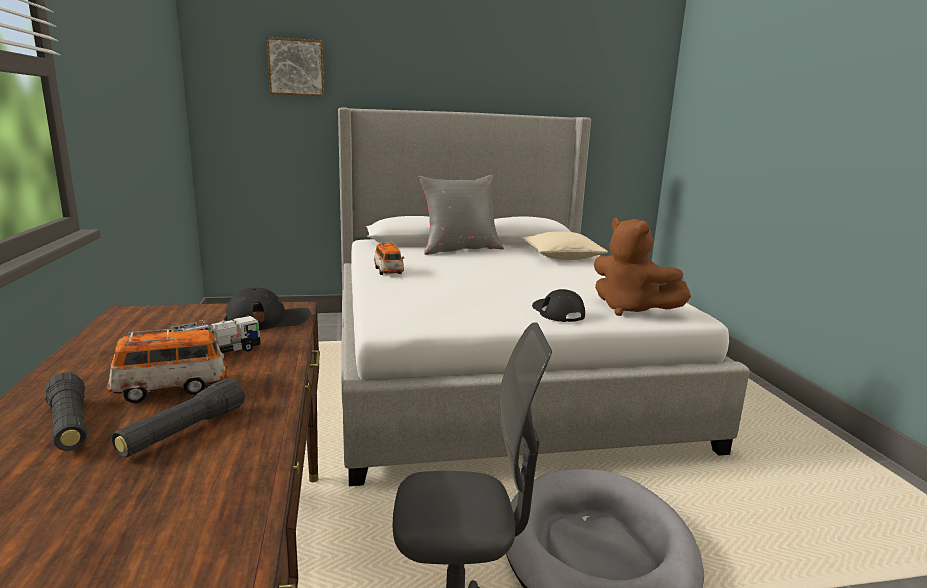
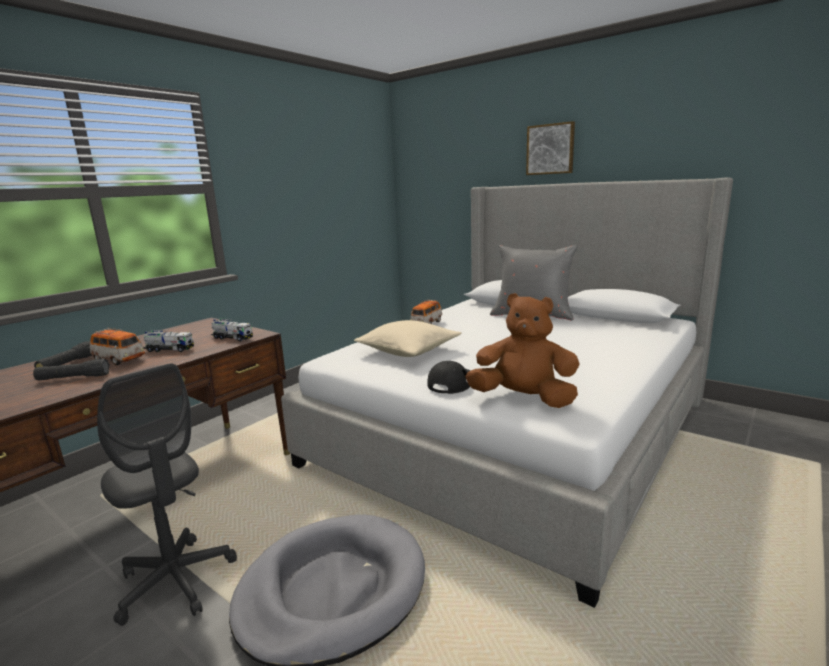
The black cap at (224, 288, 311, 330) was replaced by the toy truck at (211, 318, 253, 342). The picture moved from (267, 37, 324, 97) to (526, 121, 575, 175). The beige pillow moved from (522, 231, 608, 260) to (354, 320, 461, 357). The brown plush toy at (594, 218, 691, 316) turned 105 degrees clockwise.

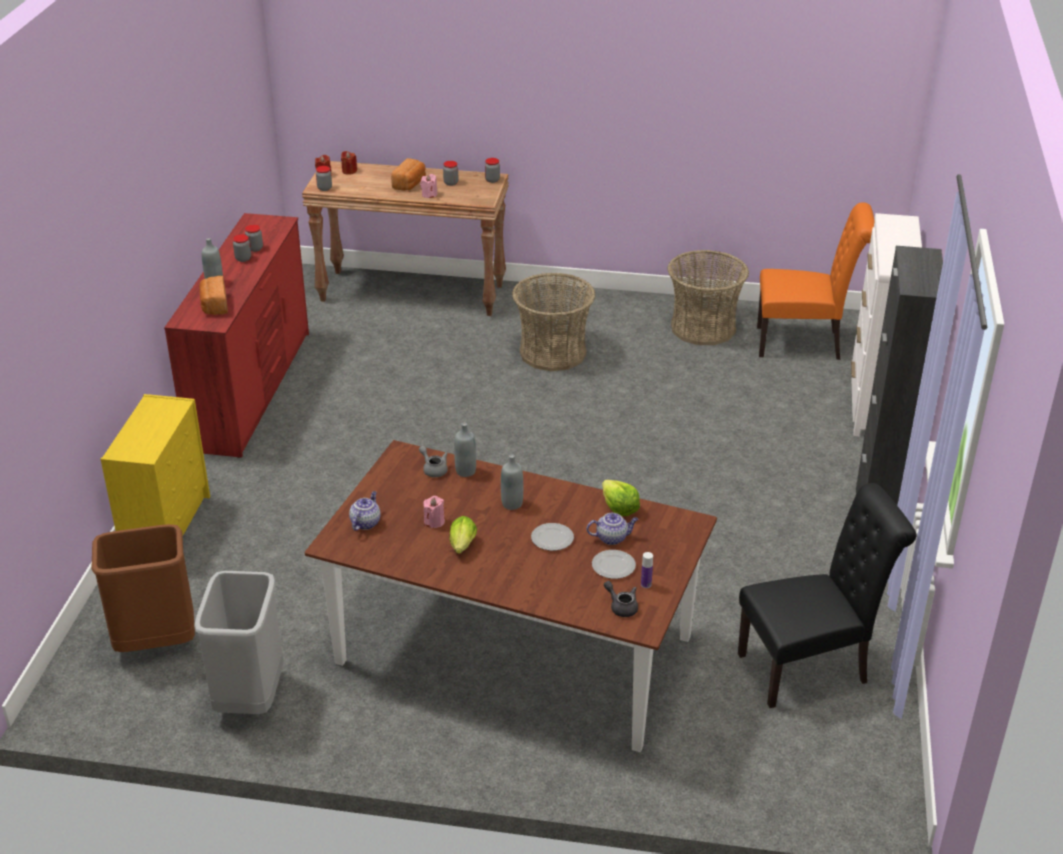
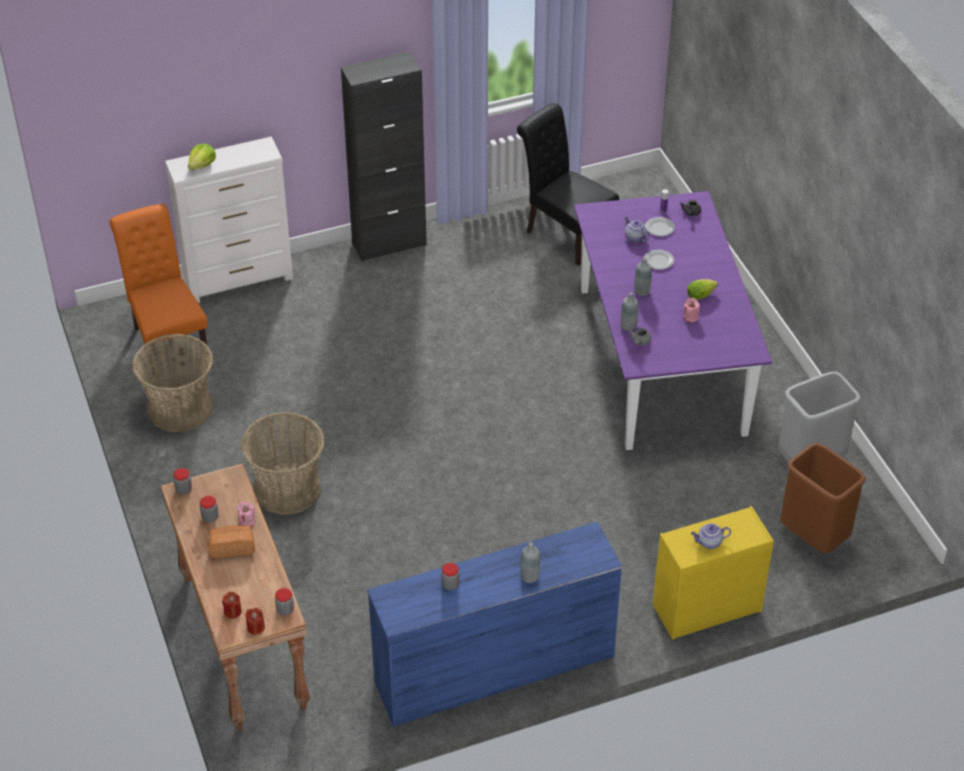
The red dresser at (164, 213, 309, 458) became the blue dresser at (367, 522, 622, 728). The bread at (199, 276, 228, 315) disappeared. The jar at (233, 234, 251, 262) disappeared. The brown dining table at (305, 440, 717, 752) became the purple dining table at (574, 191, 772, 450). The teapot moved from (349, 491, 380, 531) to (691, 523, 731, 549). The lettuce moved from (602, 480, 640, 516) to (188, 144, 216, 170).

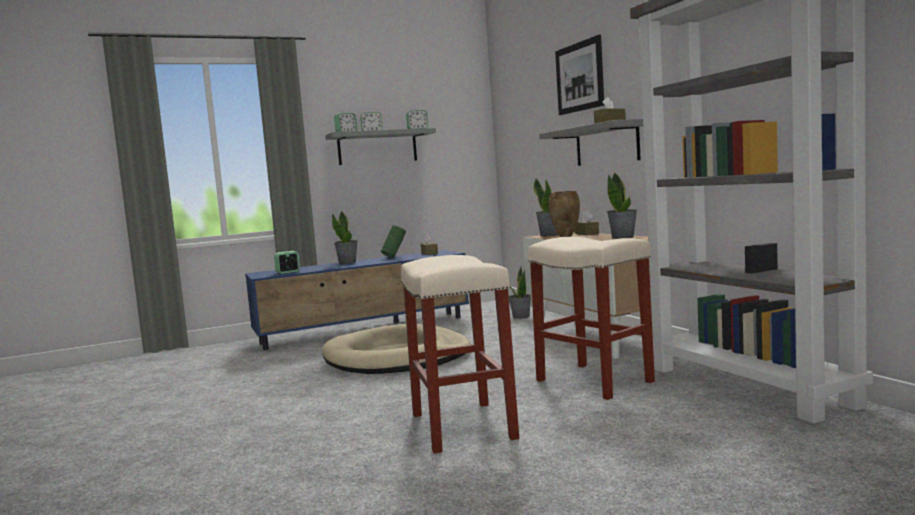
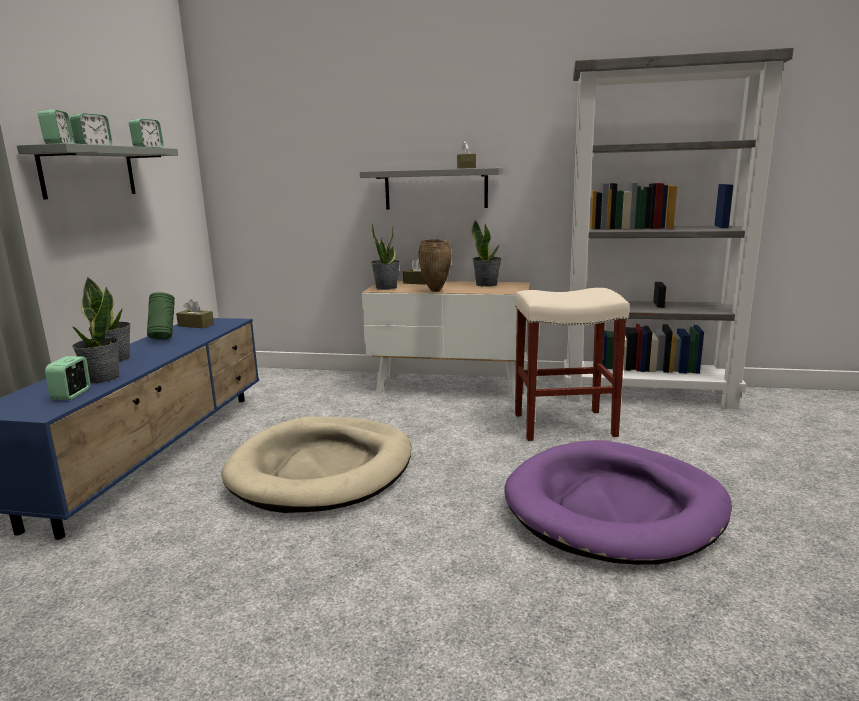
The beige stool at (401, 255, 519, 453) was replaced by the purple dog bed at (504, 440, 732, 565). The potted plant moved from (509, 267, 531, 319) to (72, 287, 120, 383). The picture at (555, 35, 604, 115) disappeared.

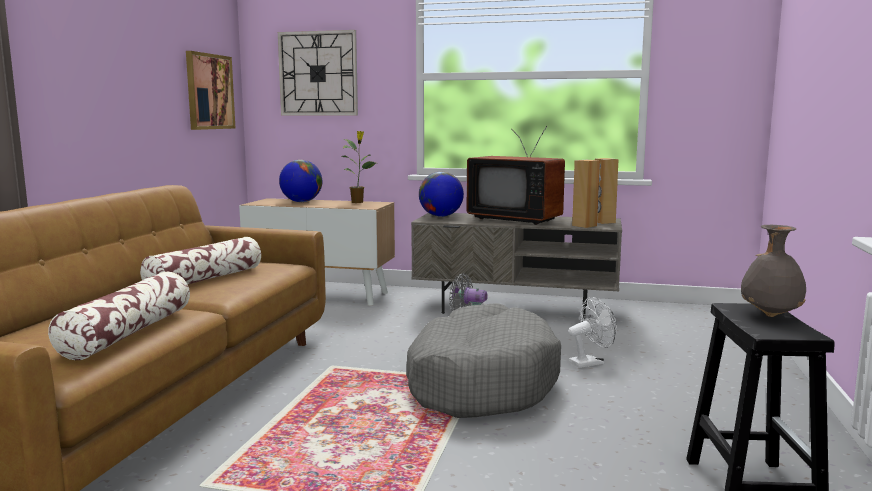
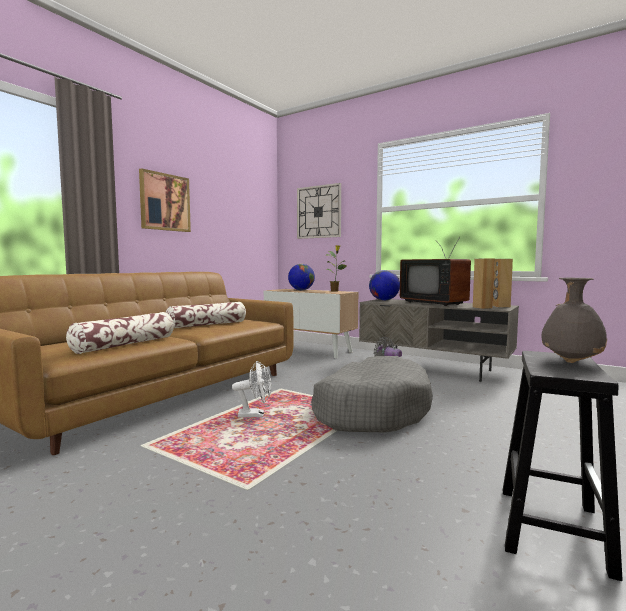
The picture moved from (186, 51, 235, 130) to (139, 168, 191, 232). The white fan moved from (568, 297, 617, 368) to (232, 361, 272, 417).

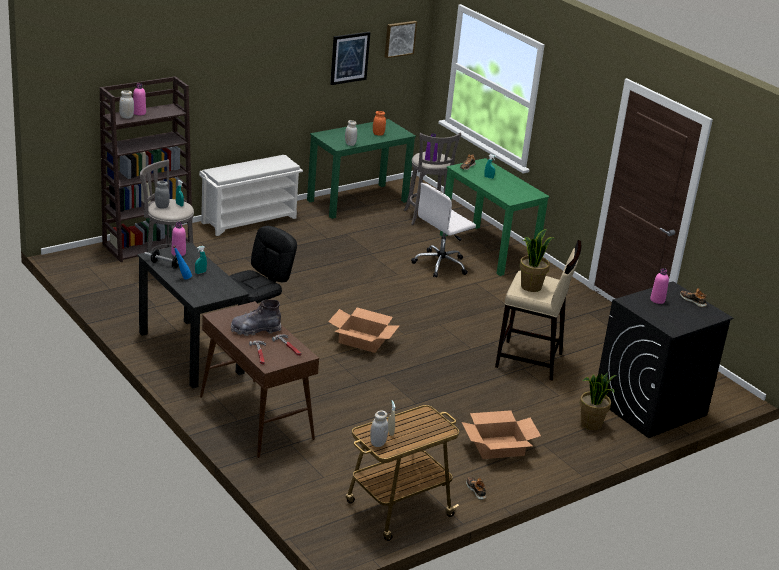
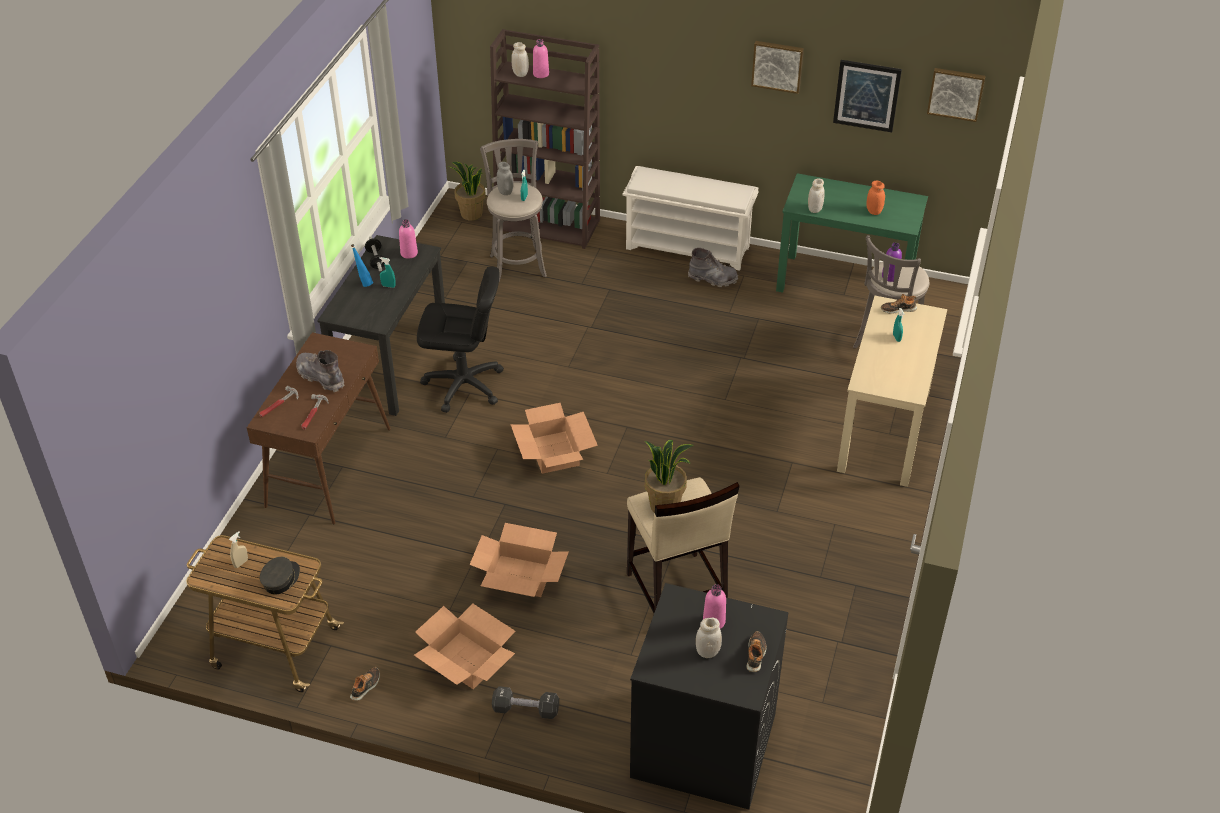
The white jar moved from (370, 410, 388, 447) to (696, 618, 722, 658). The white office chair at (411, 183, 476, 278) disappeared. The green desk at (440, 158, 550, 276) became the beige desk at (837, 295, 947, 487). The potted plant moved from (580, 372, 617, 430) to (449, 162, 486, 220). The grey cap at (260, 557, 300, 595) appeared. The cardboard box at (470, 523, 569, 597) appeared. The black dumbbell at (492, 686, 559, 719) appeared. The grey boot at (688, 248, 738, 287) appeared. The picture at (751, 41, 804, 94) appeared.

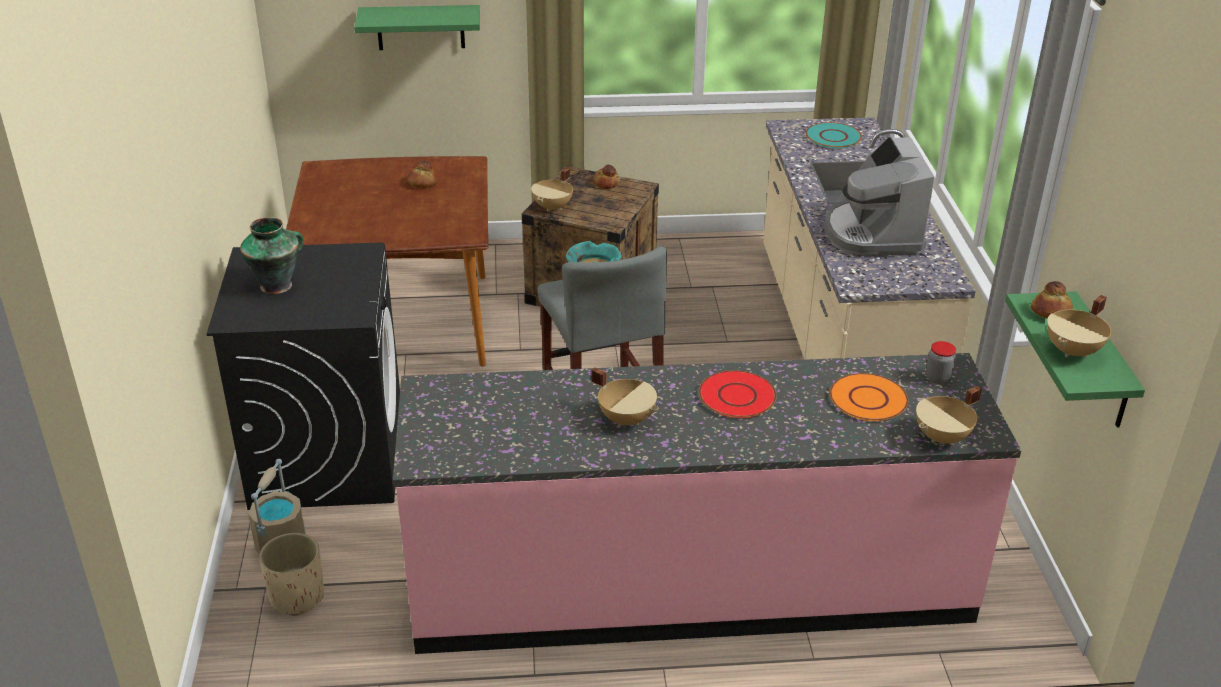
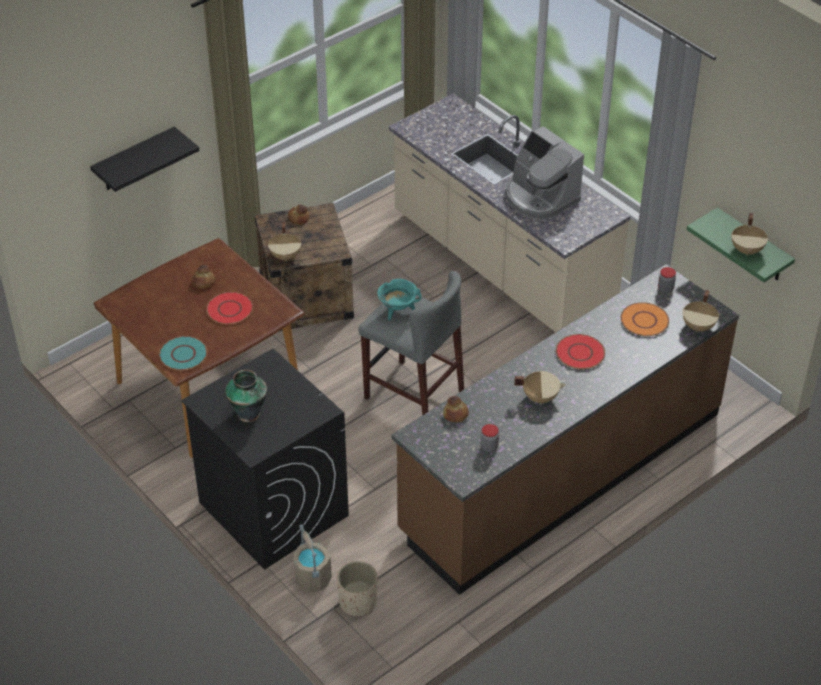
The green shelf at (354, 5, 480, 50) became the black shelf at (90, 127, 200, 192). The pink counter at (393, 353, 1021, 654) became the brown counter at (392, 264, 739, 595). The turquoise plate moved from (806, 122, 862, 148) to (159, 336, 208, 370). The bread moved from (1031, 281, 1073, 319) to (443, 396, 469, 422). The red plate at (206, 292, 253, 324) appeared. The jar at (481, 424, 499, 452) appeared.

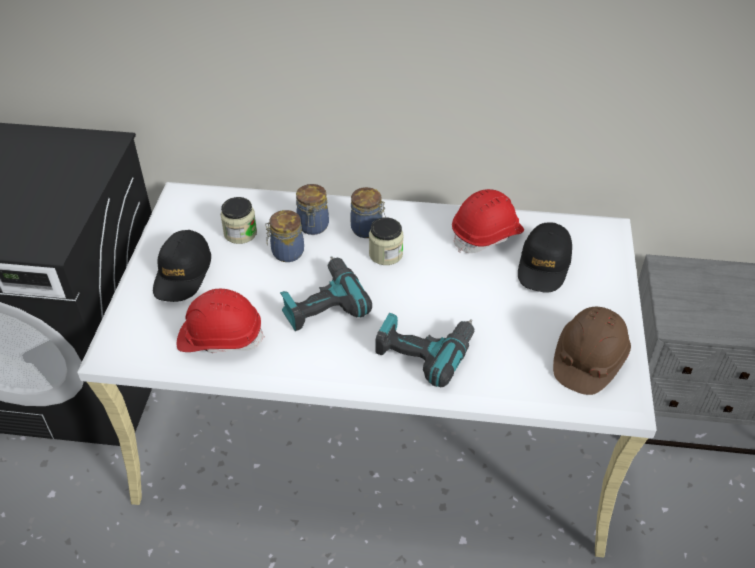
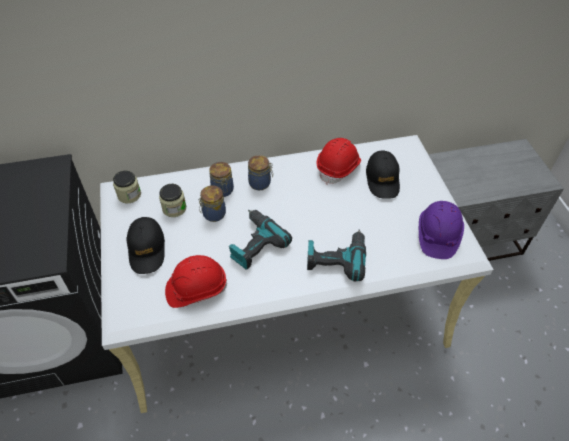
The jar moved from (369, 217, 403, 265) to (113, 170, 141, 203). The brown hard hat at (553, 307, 631, 395) became the purple hard hat at (419, 201, 464, 259).

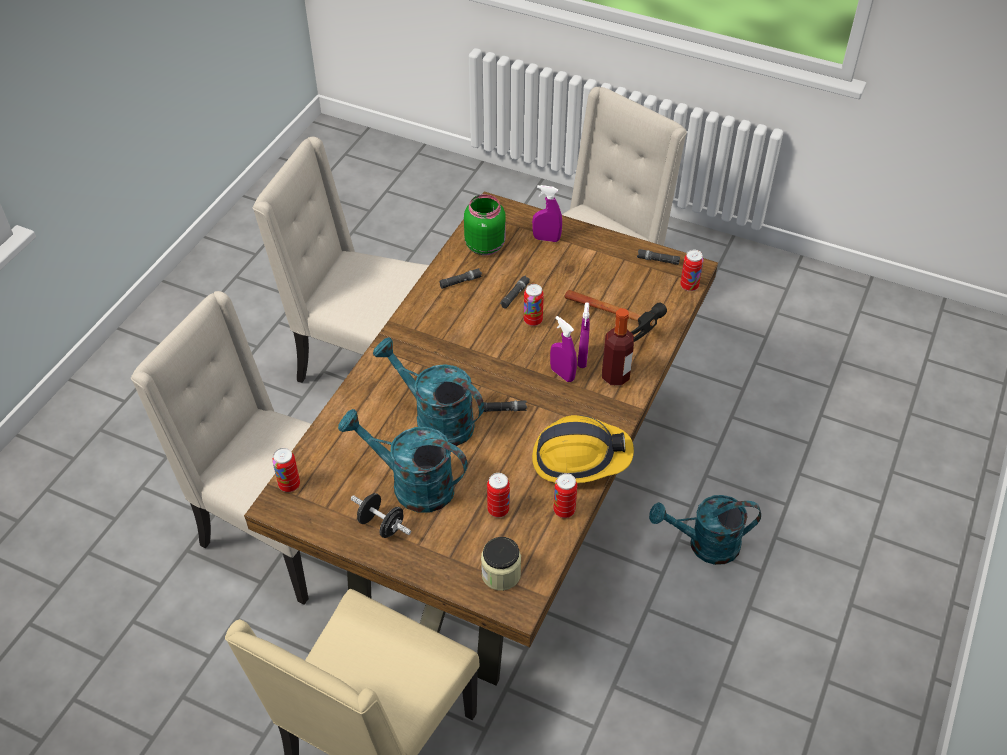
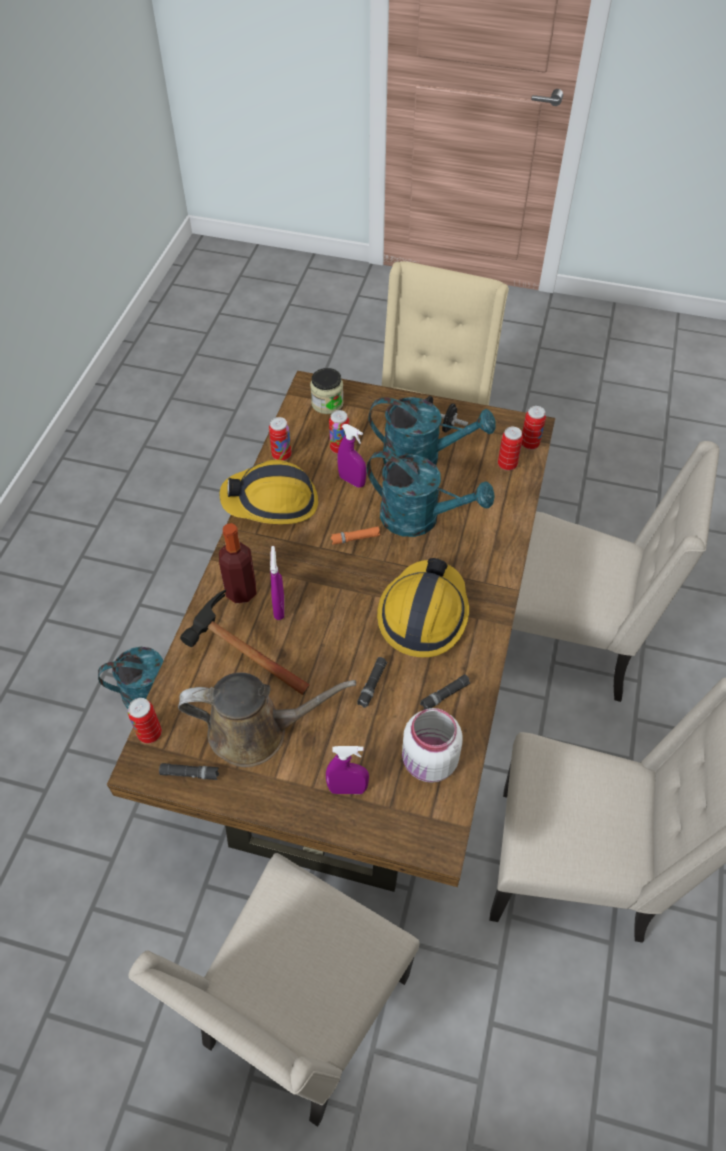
The green jar at (464, 194, 506, 255) became the white jar at (402, 708, 463, 783). The black flashlight at (483, 401, 527, 412) became the orange flashlight at (331, 526, 380, 545). The can moved from (524, 284, 544, 326) to (498, 427, 523, 471). The purple spray bottle moved from (550, 316, 577, 382) to (337, 424, 366, 488). The brown watering can at (178, 672, 356, 767) appeared. The hard hat at (377, 558, 469, 657) appeared.

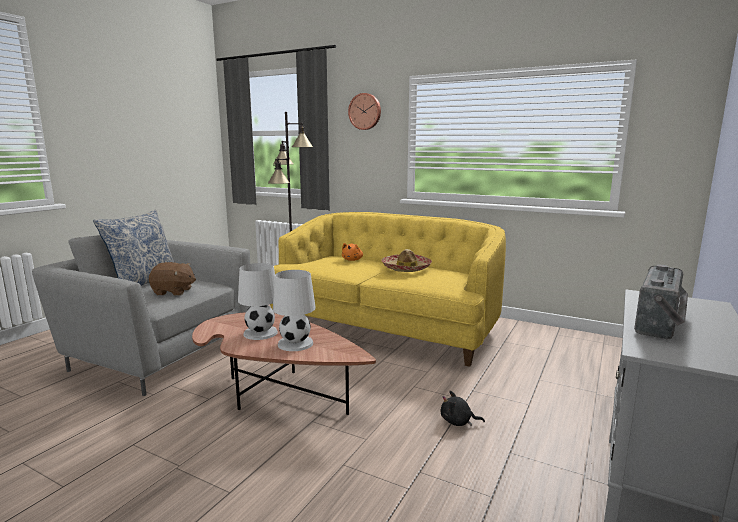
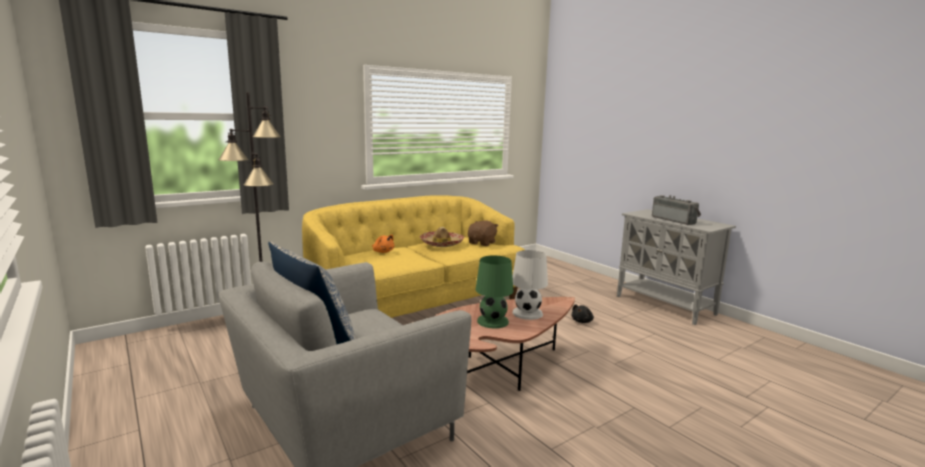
The brown plush toy moved from (149, 262, 196, 296) to (468, 220, 499, 246). The white table lamp at (238, 263, 278, 340) became the green table lamp at (476, 256, 513, 328). The wall clock at (348, 93, 381, 130) disappeared.

